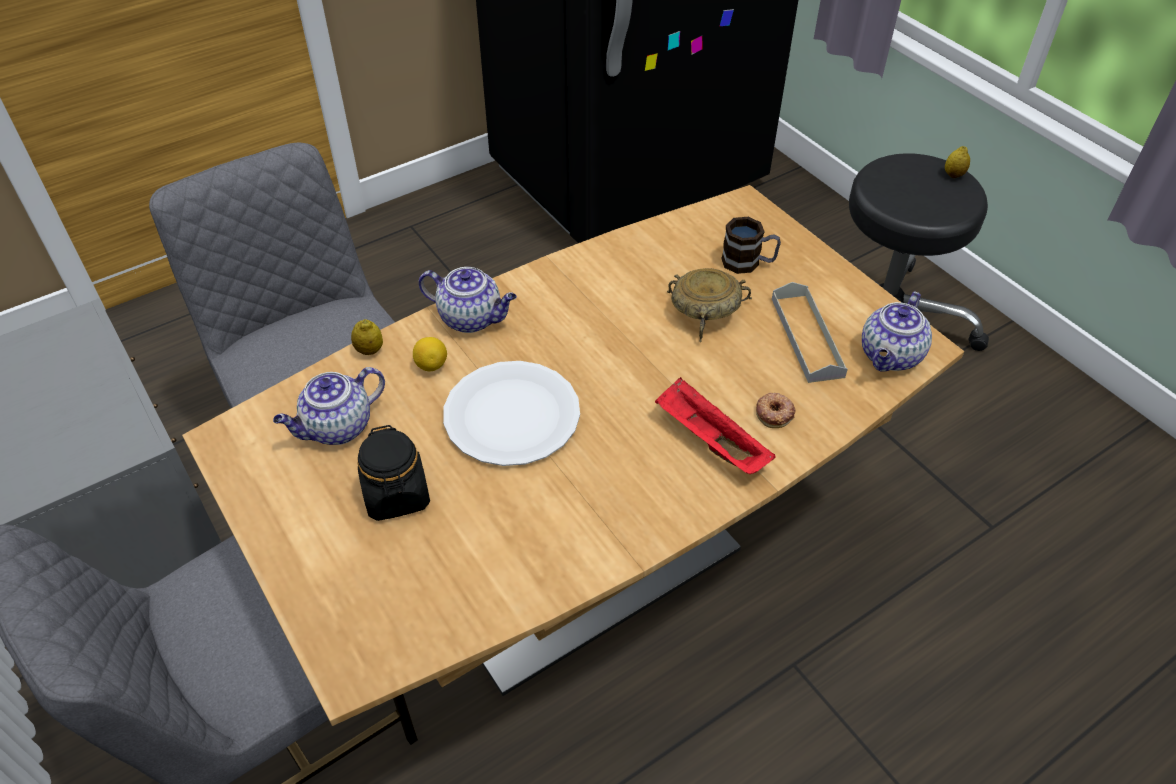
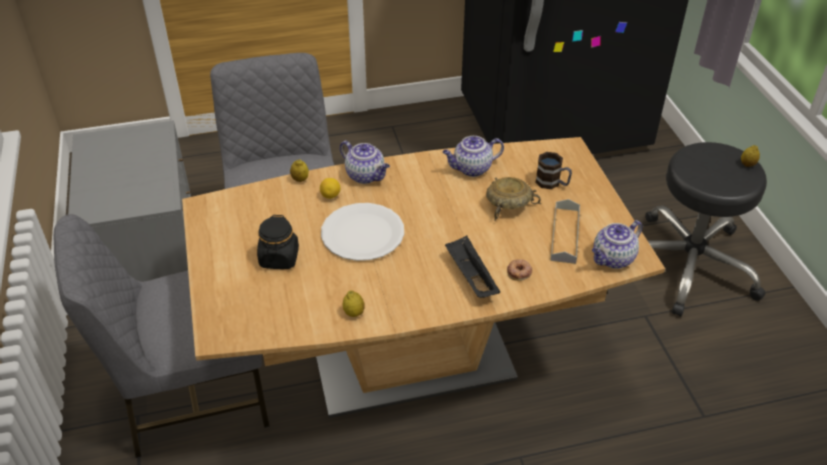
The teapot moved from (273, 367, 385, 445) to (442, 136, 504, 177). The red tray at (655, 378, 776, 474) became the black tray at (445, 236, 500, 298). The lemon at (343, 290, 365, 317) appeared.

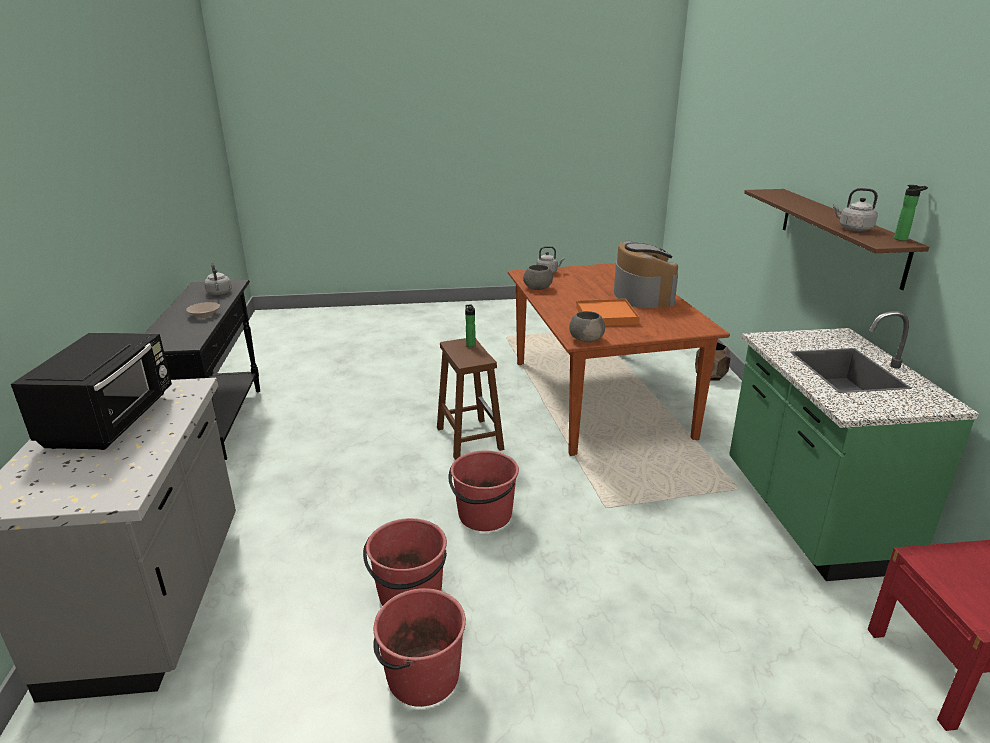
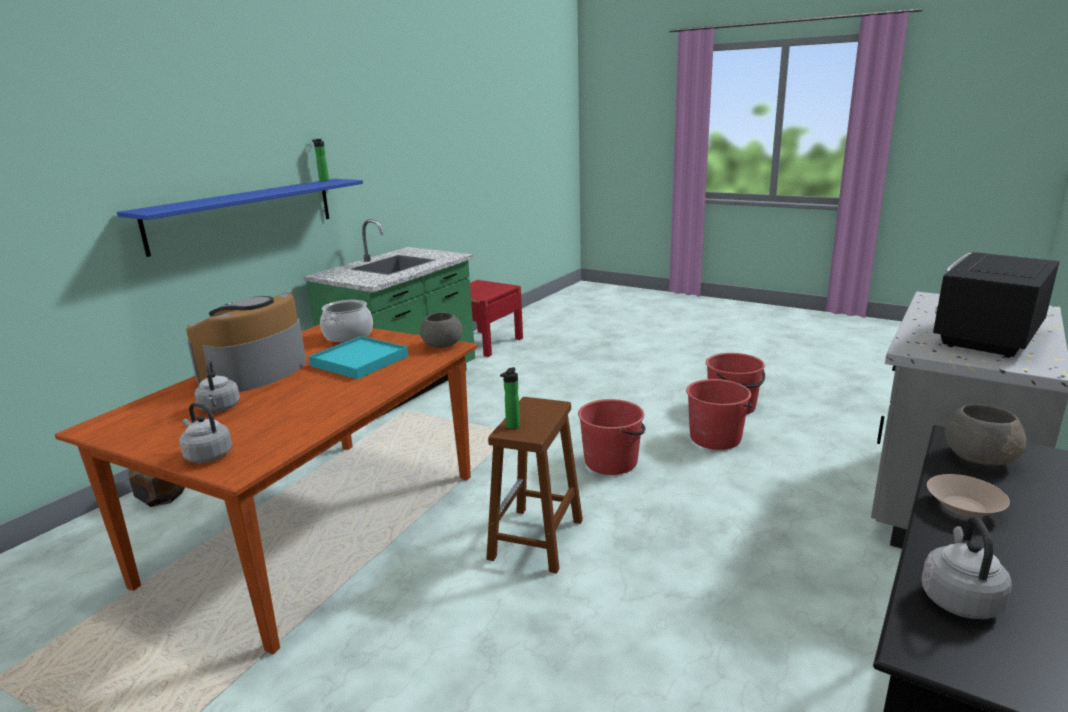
The grey bowl moved from (523, 265, 553, 290) to (945, 404, 1026, 466). The orange tray at (576, 299, 640, 326) became the turquoise tray at (309, 336, 408, 379). The brown shelf at (744, 189, 929, 290) became the blue shelf at (117, 179, 363, 257). The grey kettle moved from (833, 188, 878, 231) to (195, 360, 240, 413). The cooking pot at (320, 300, 373, 342) appeared.

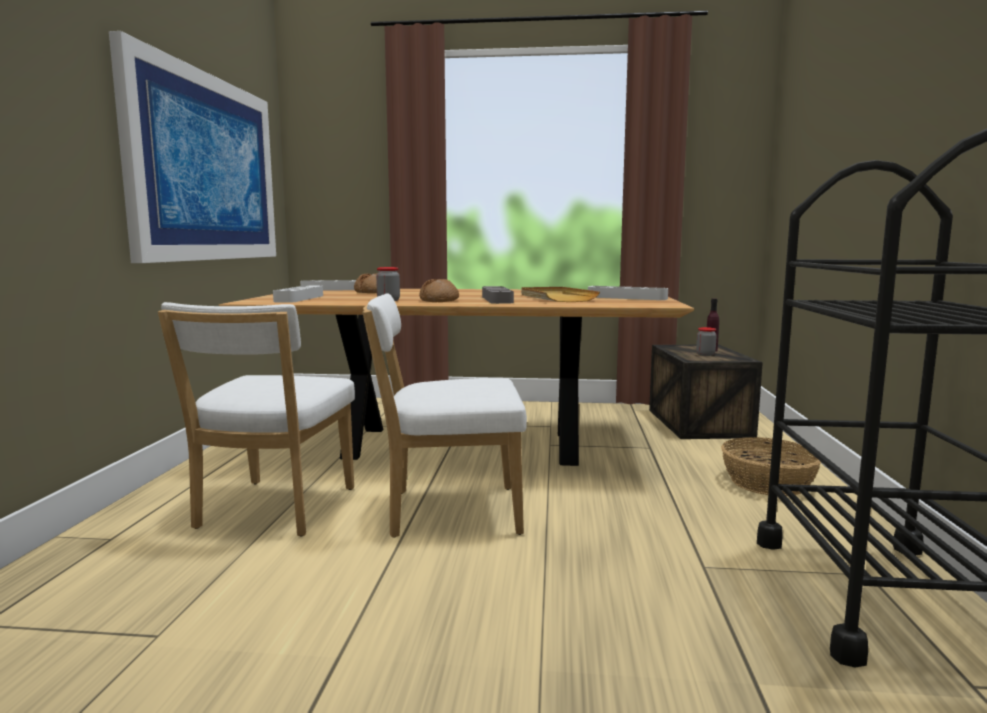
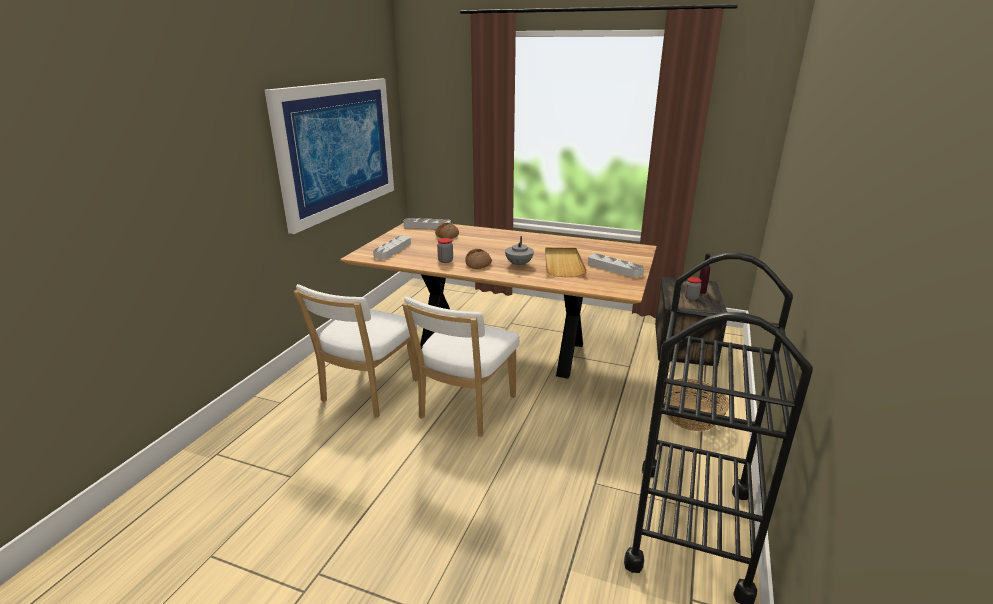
The white chair at (362, 293, 527, 538) turned 75 degrees counterclockwise. The grey tray at (482, 286, 514, 304) was replaced by the grey teapot at (505, 236, 534, 268).

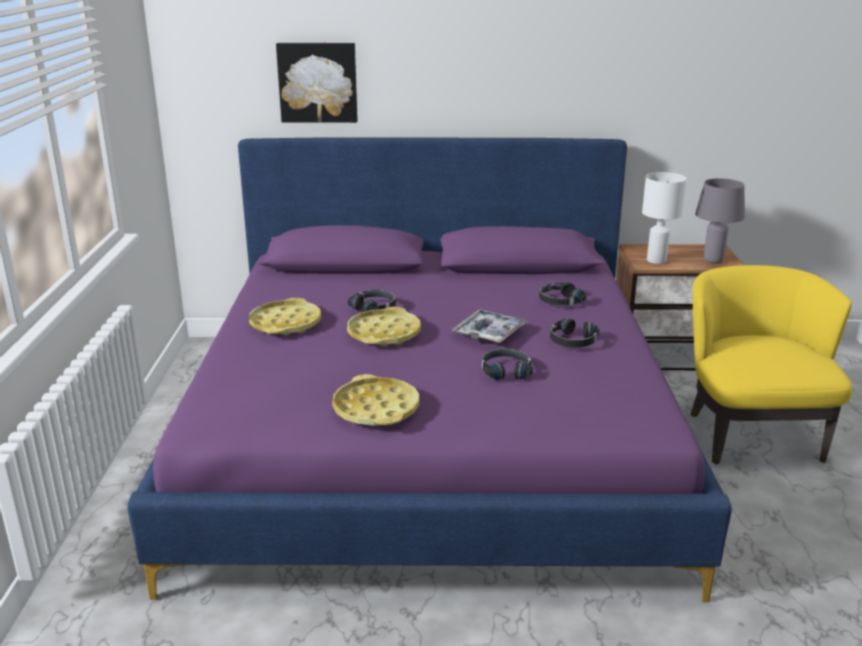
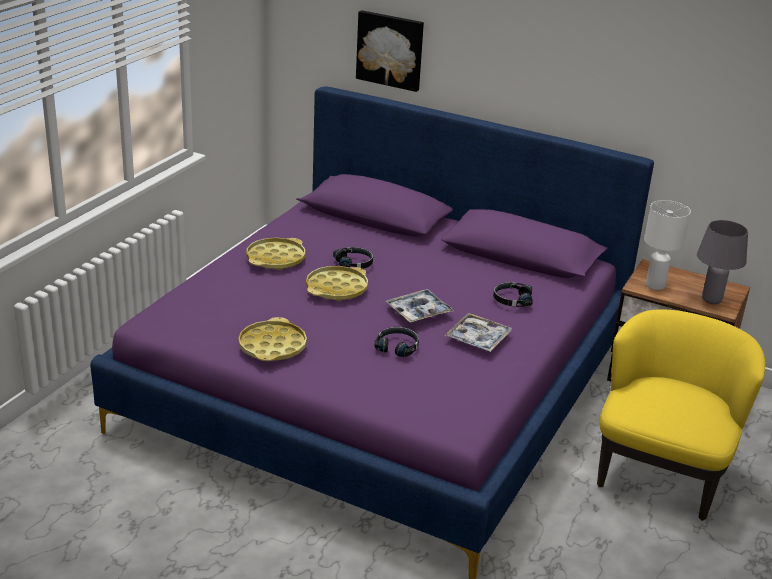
The black headphones at (550, 318, 600, 348) was replaced by the tray at (445, 313, 512, 352).

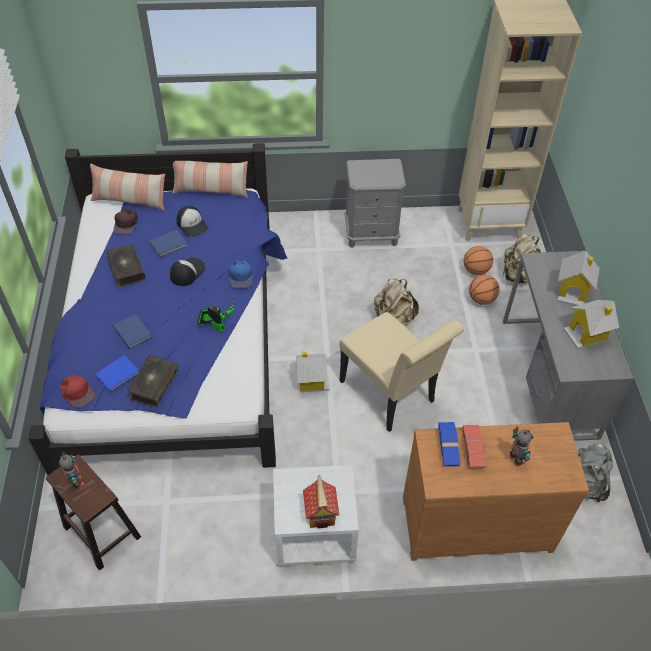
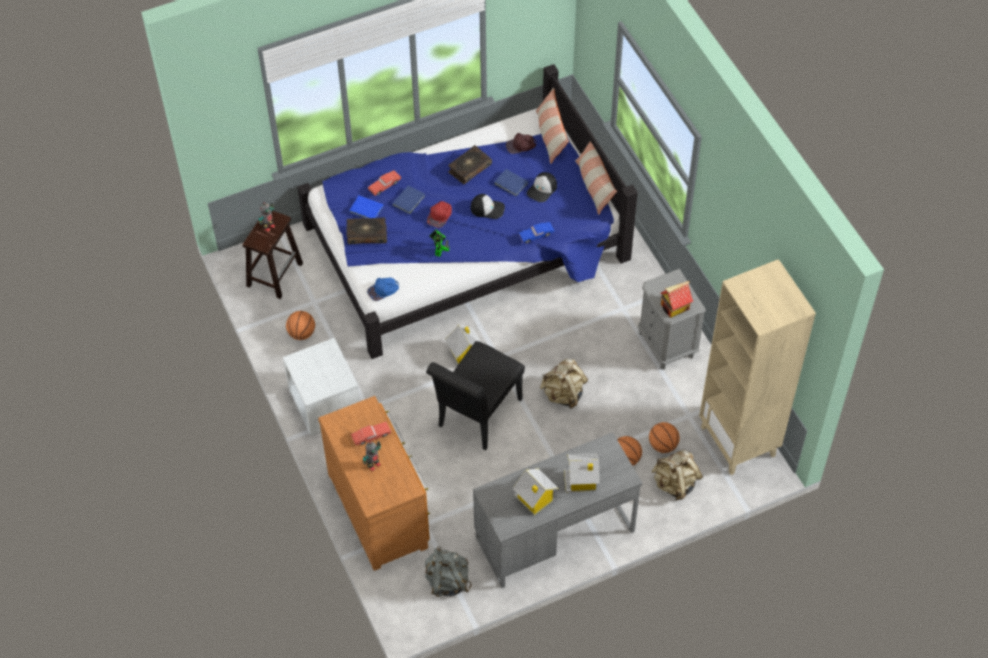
The red cap moved from (61, 375, 95, 408) to (427, 201, 452, 228). The blue cap moved from (229, 260, 253, 289) to (367, 278, 399, 301). The toy house moved from (303, 475, 339, 529) to (661, 281, 693, 318). The beige chair at (339, 312, 464, 432) became the black chair at (426, 341, 525, 451). The blue toy car moved from (438, 422, 461, 467) to (518, 222, 555, 243). The basketball at (286, 311, 315, 340) appeared. The red toy car at (368, 170, 401, 196) appeared.

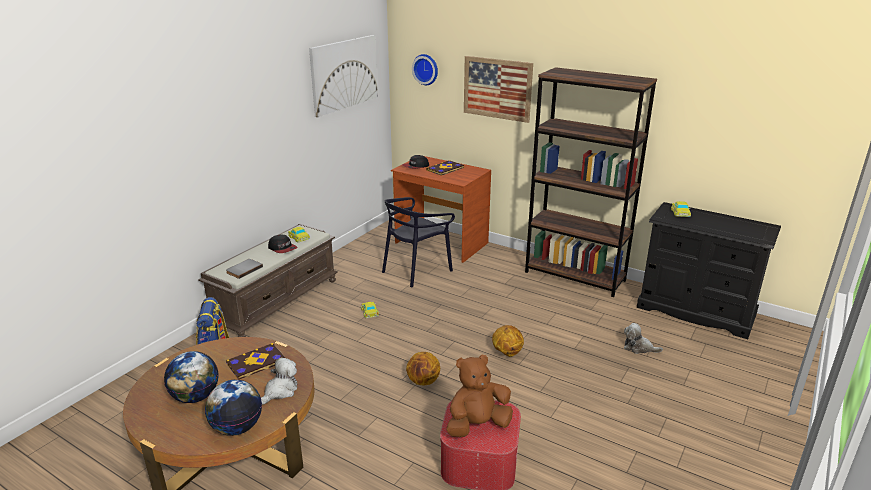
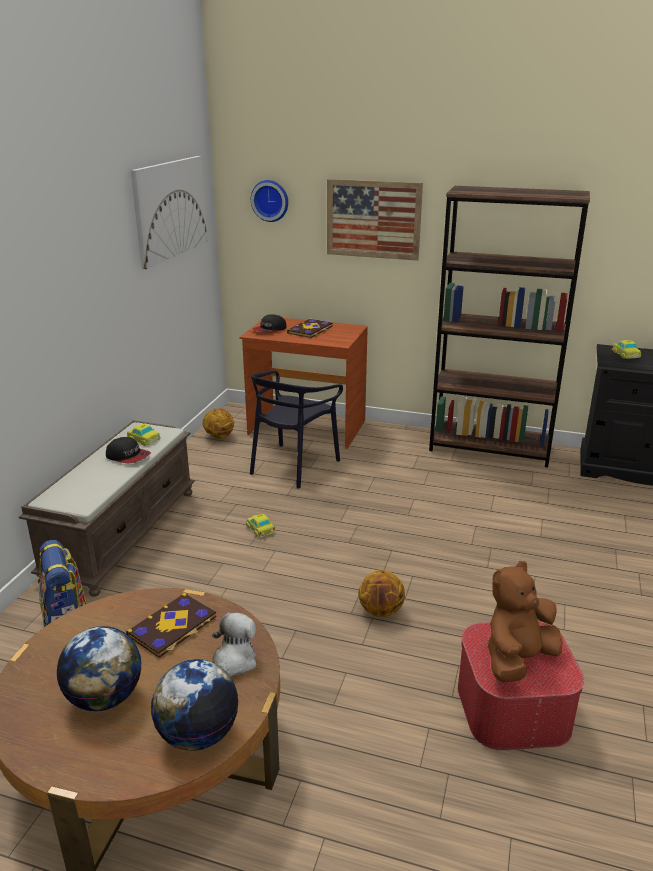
The grey book at (226, 259, 263, 279) disappeared. The basketball moved from (492, 325, 524, 357) to (203, 408, 234, 439). The plush toy at (624, 323, 663, 354) disappeared.

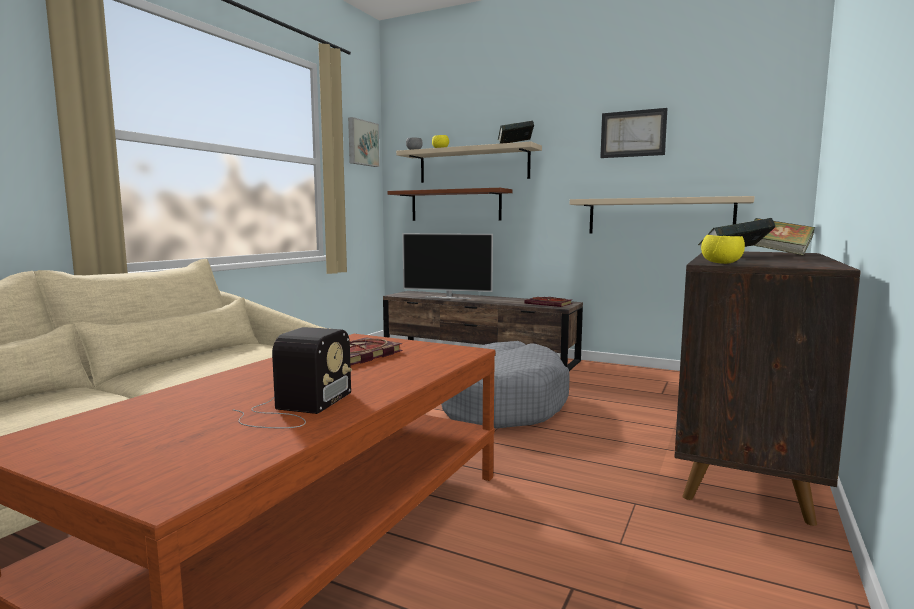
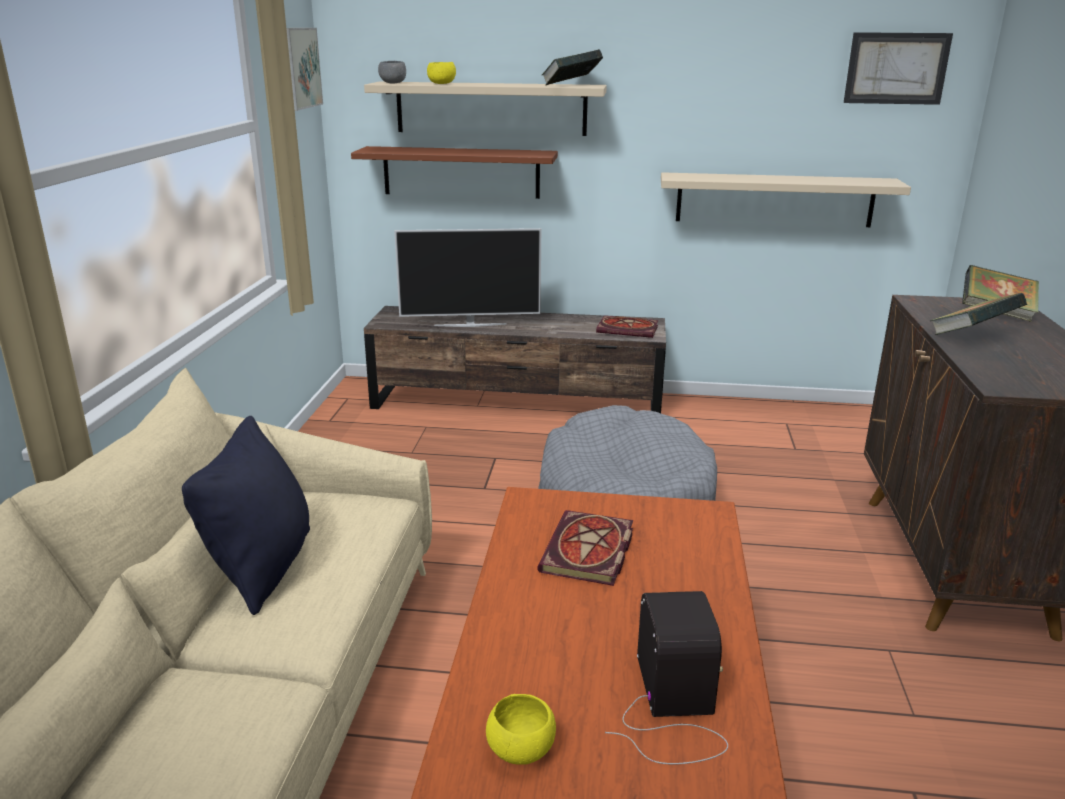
The picture moved from (600, 108, 668, 158) to (844, 32, 953, 105). The yellow bowl moved from (701, 235, 745, 264) to (486, 694, 556, 765). The black pillow at (182, 416, 310, 615) appeared.

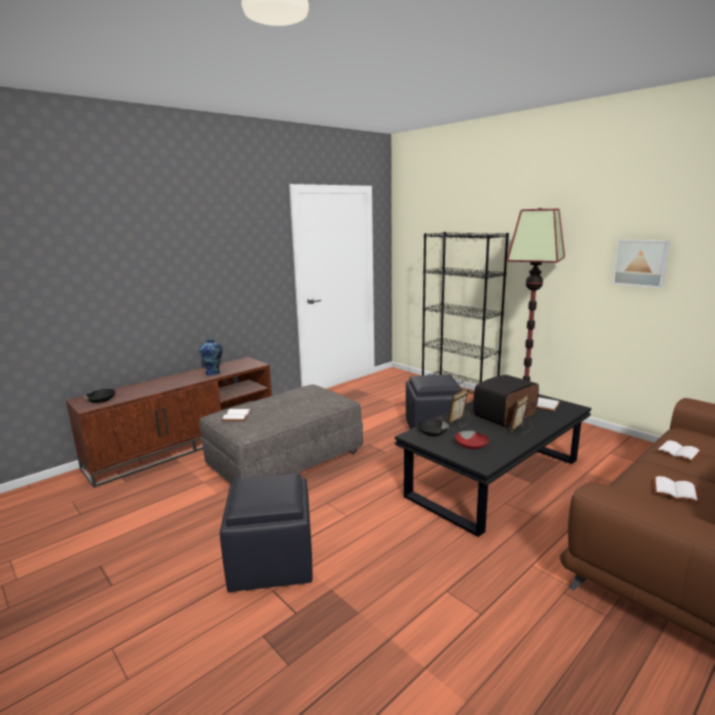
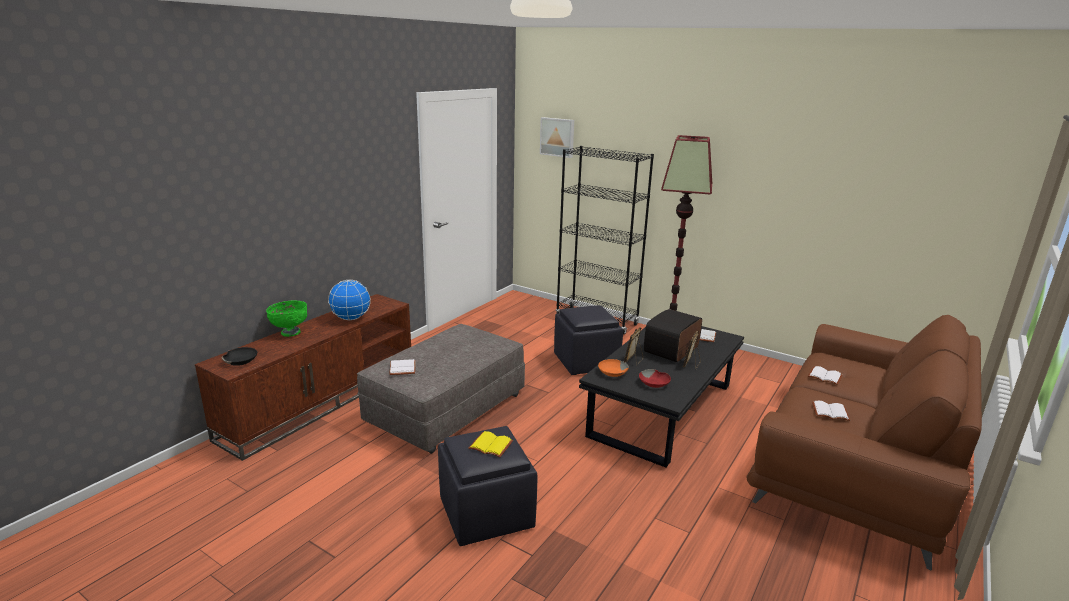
The vase at (199, 339, 223, 376) was replaced by the globe at (328, 280, 371, 320). The black bowl at (417, 419, 449, 436) became the orange bowl at (598, 359, 629, 377). The picture moved from (612, 239, 670, 288) to (540, 117, 574, 158). The green bowl at (266, 301, 307, 337) appeared. The yellow book at (468, 431, 513, 457) appeared.

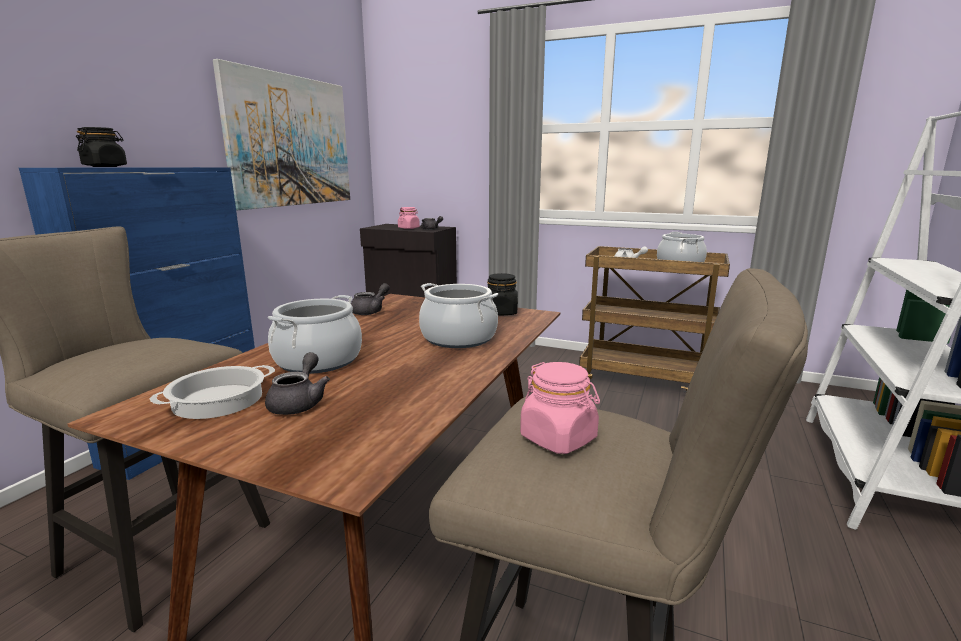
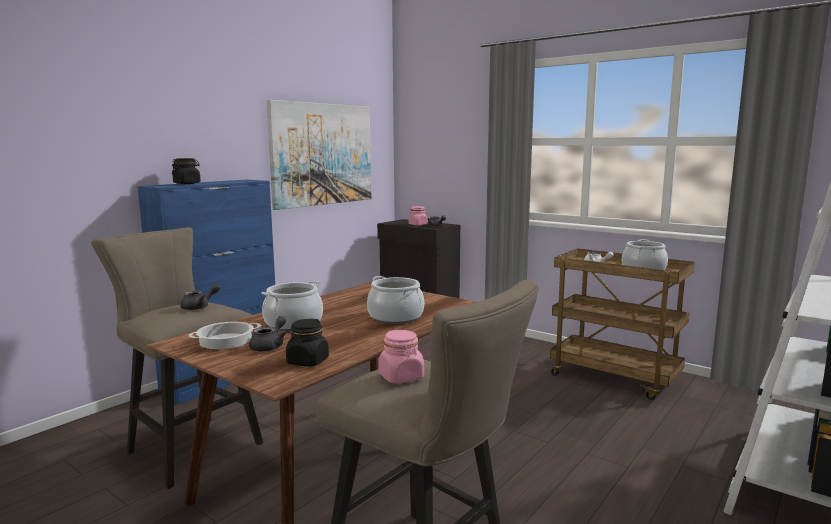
The grey teapot moved from (351, 283, 390, 315) to (180, 284, 220, 310). The black jar moved from (487, 273, 518, 316) to (286, 319, 329, 366).

